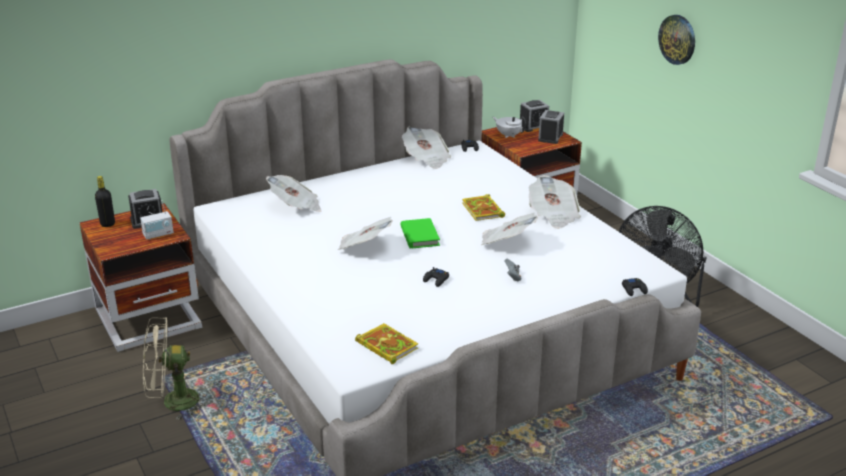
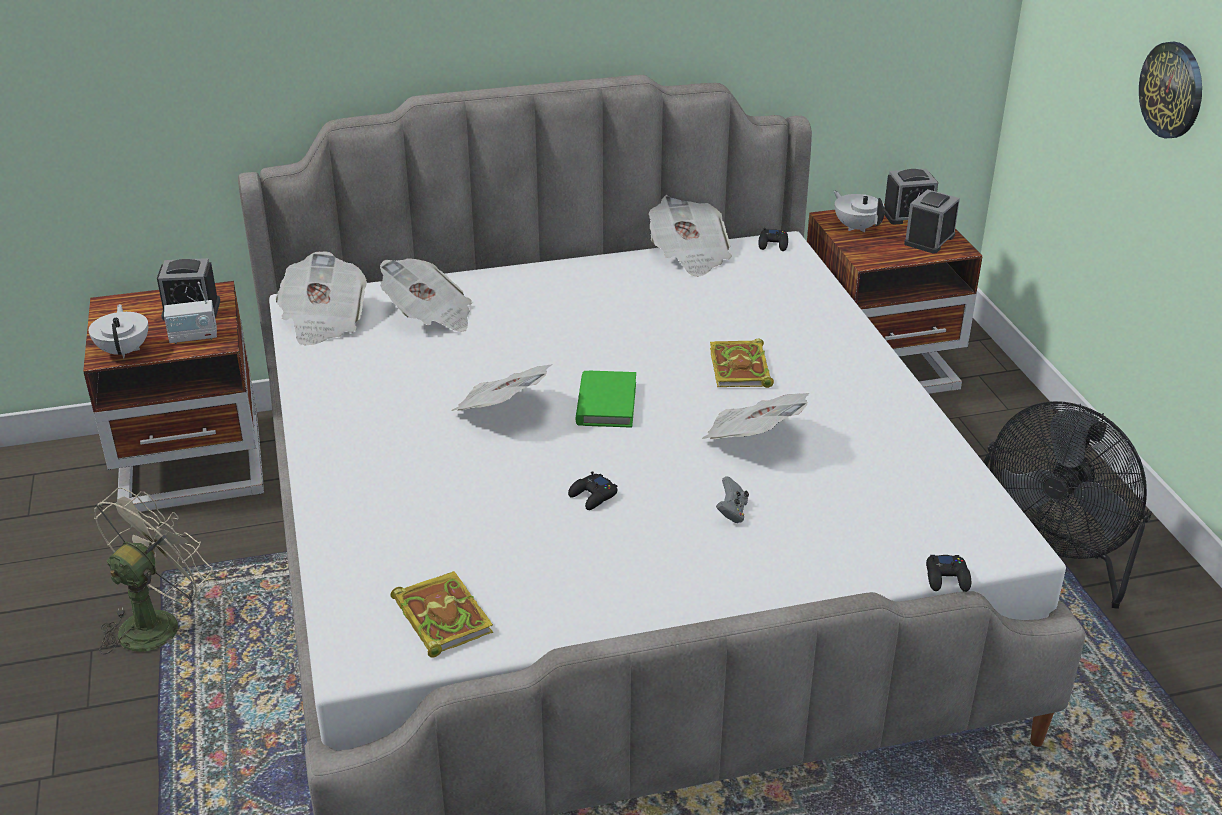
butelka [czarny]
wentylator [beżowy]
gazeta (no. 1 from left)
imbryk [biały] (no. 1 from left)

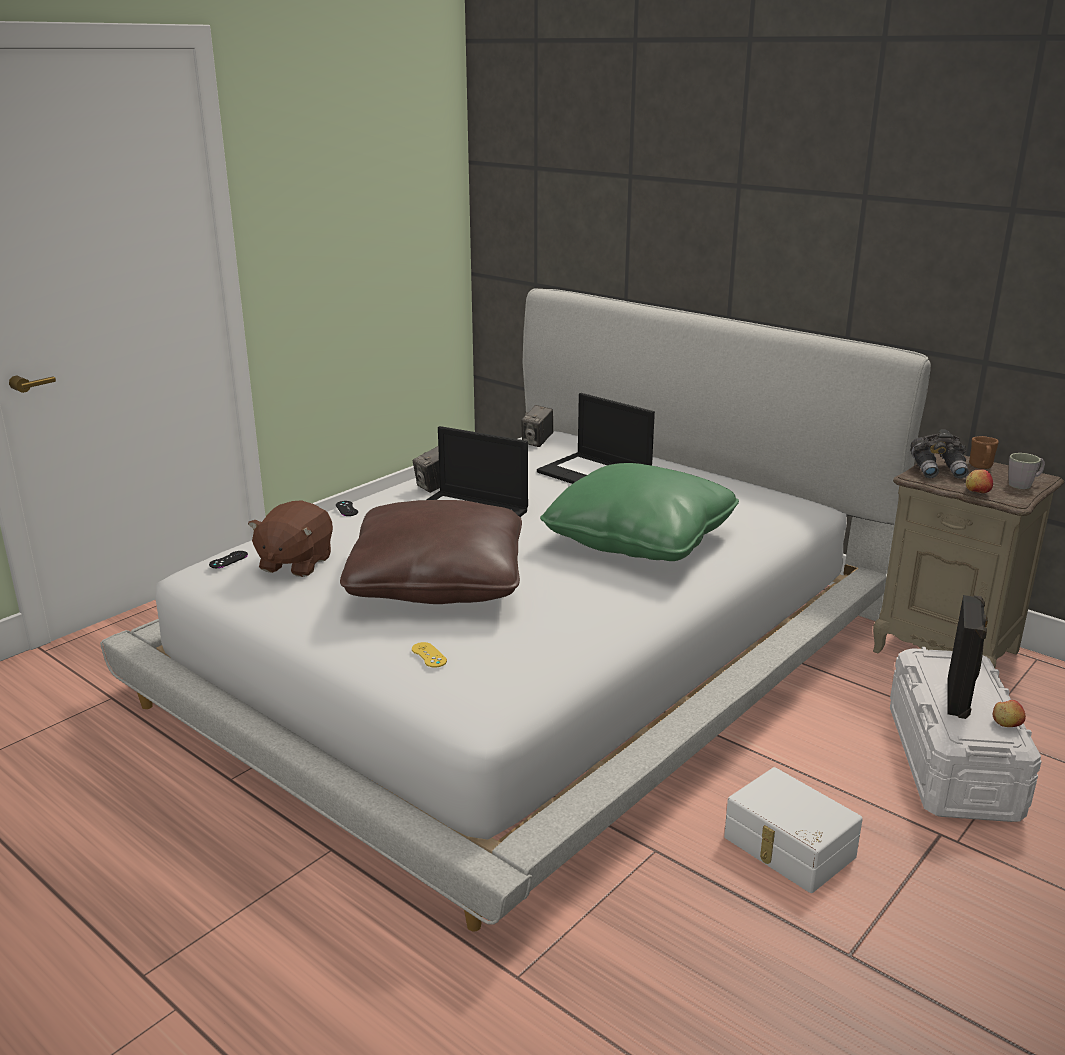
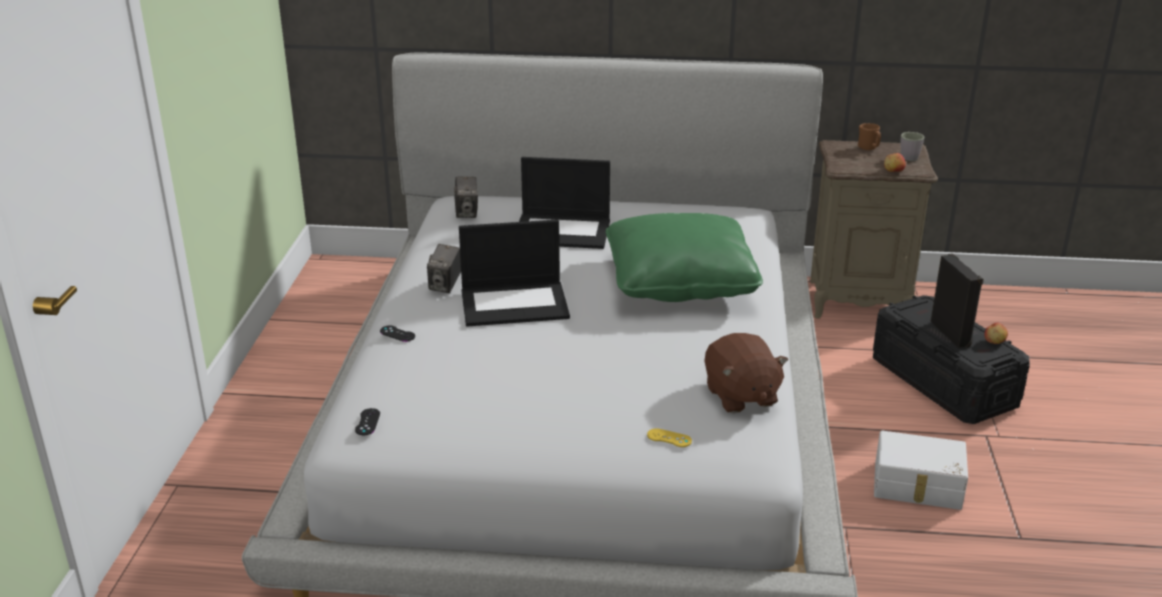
pluszak [brązowy]
poduszka [brązowy]
pojemnik do przechowywania [czarny]
lornetka [szary]

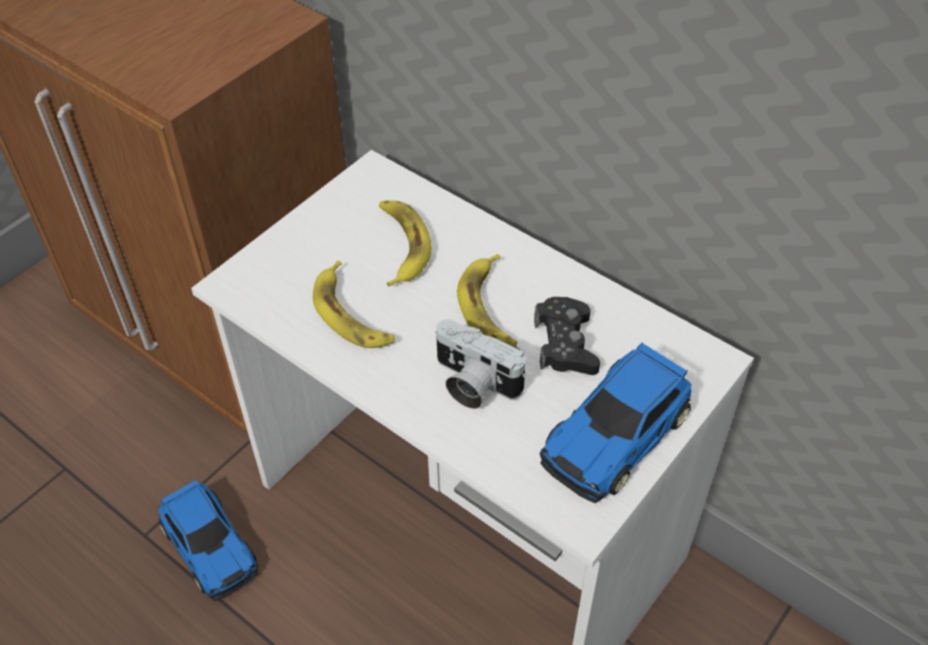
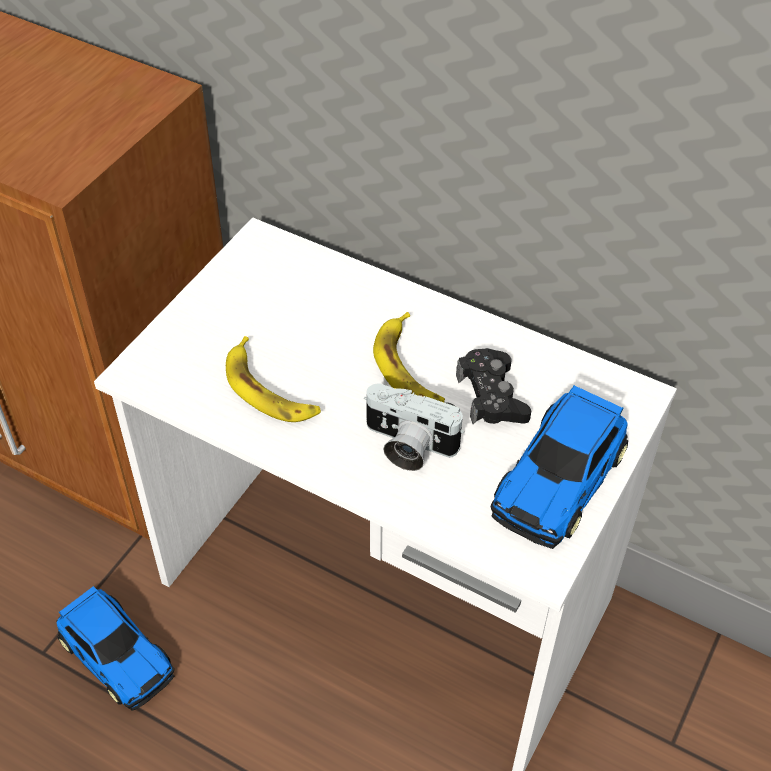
banan (no. 2 from left in the first image)

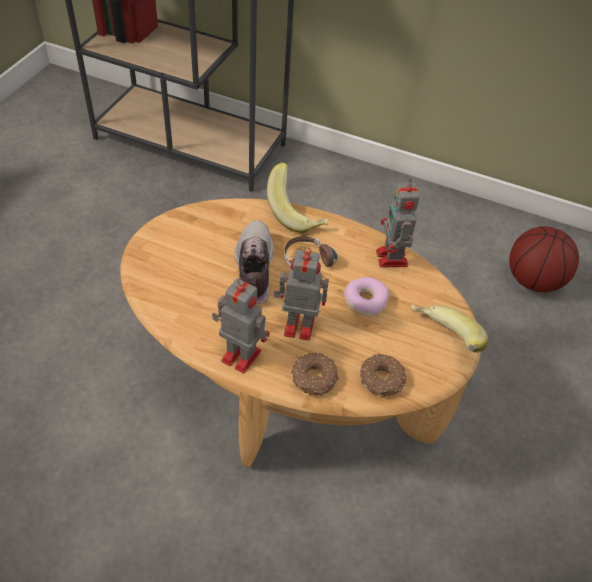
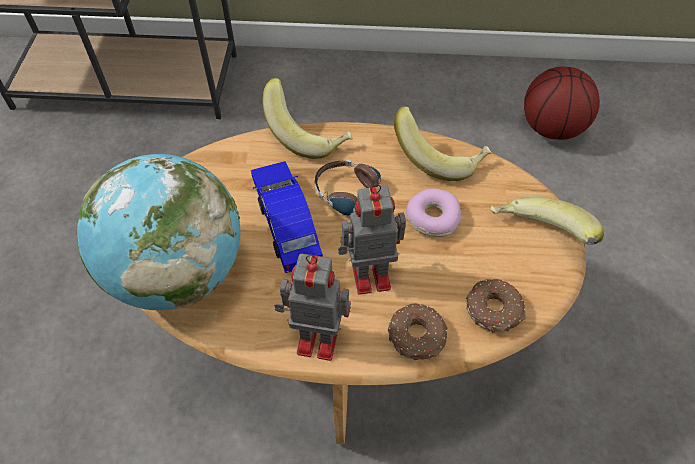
samochodzik [niebieski]
banan (no. 2 from left)
globus

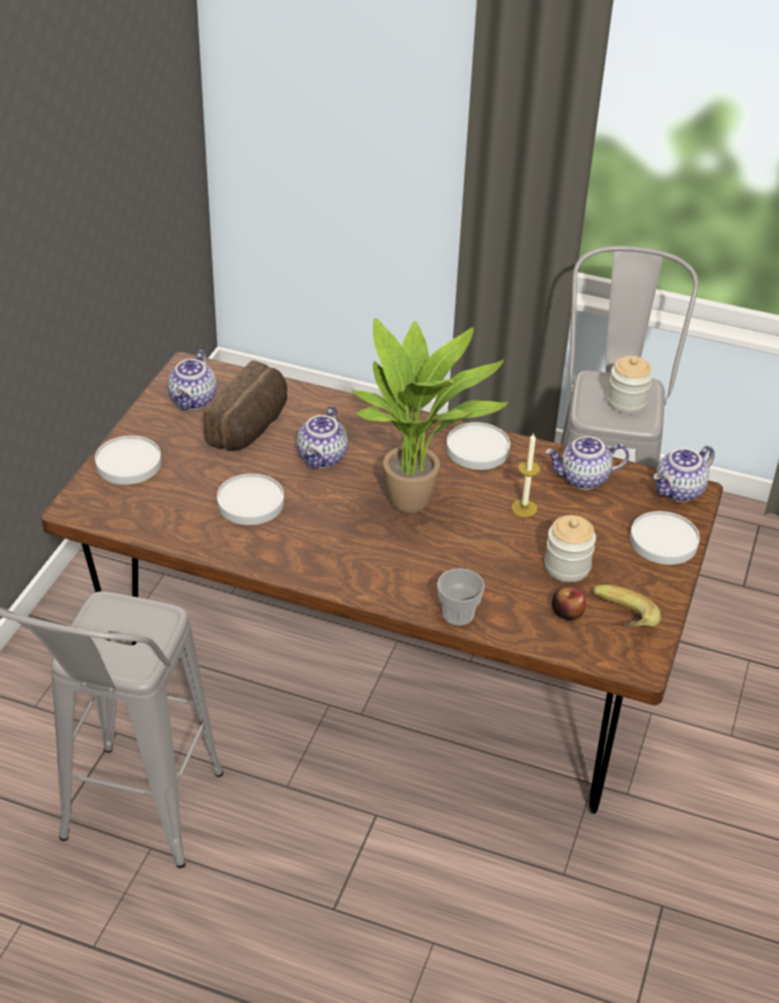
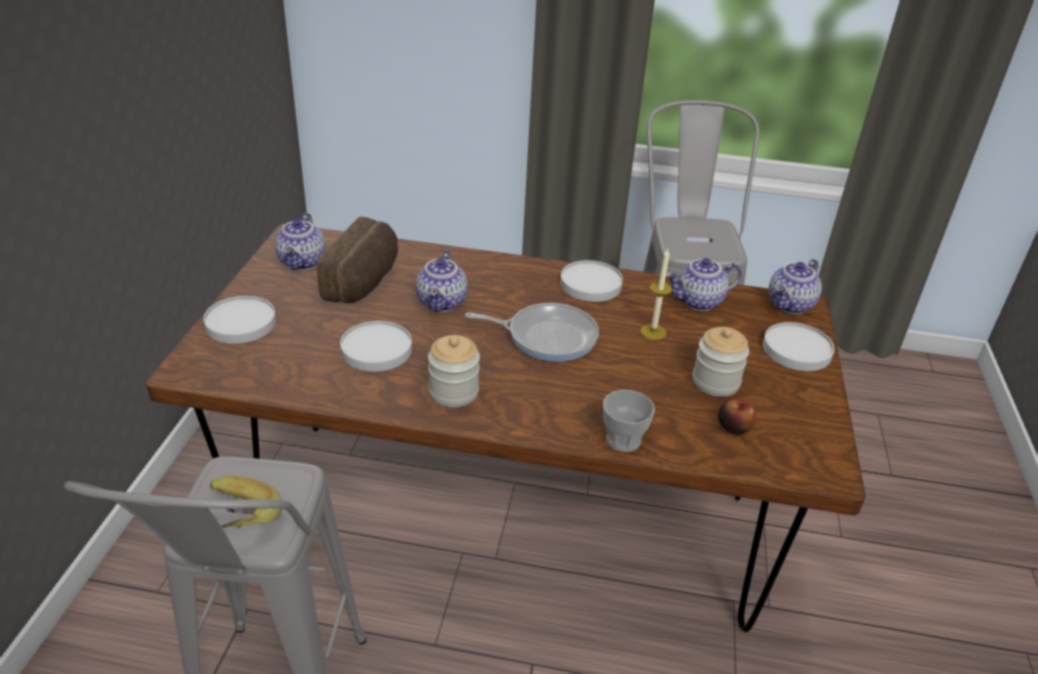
patelnia
banan
słoik (no. 1 from left)

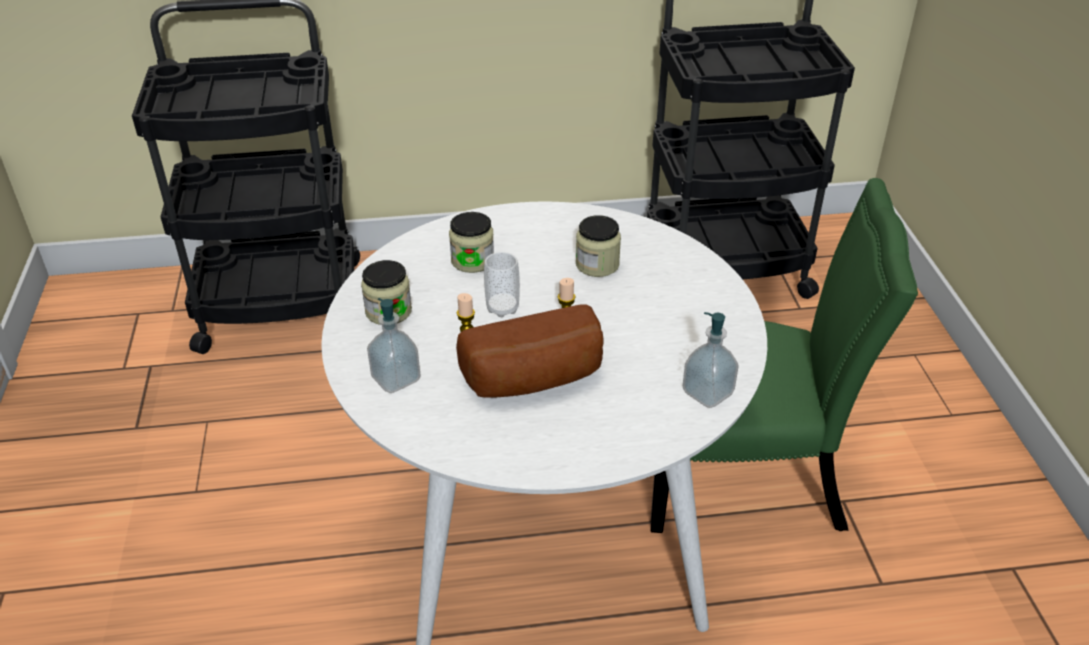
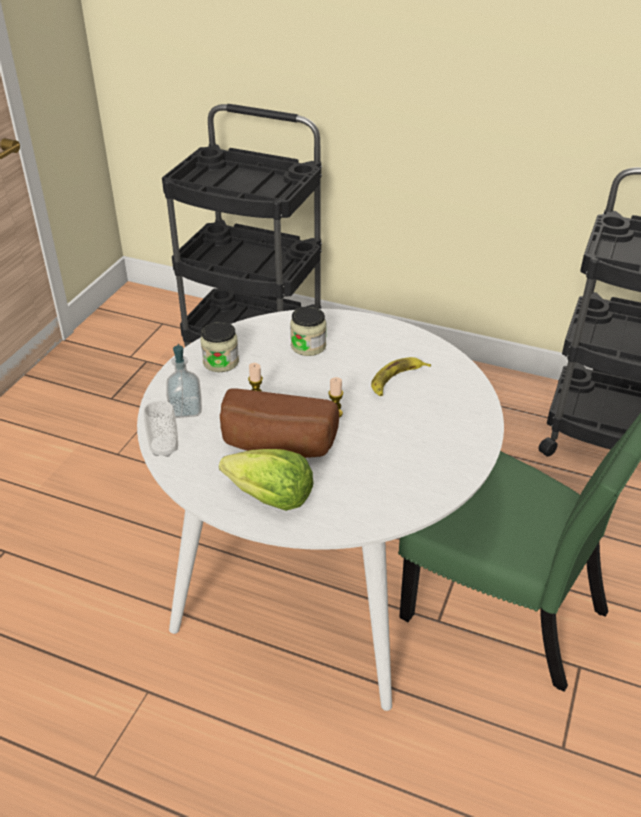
filiżanka
banan
dozownik mydła (no. 2 from left in the first image)
sałata

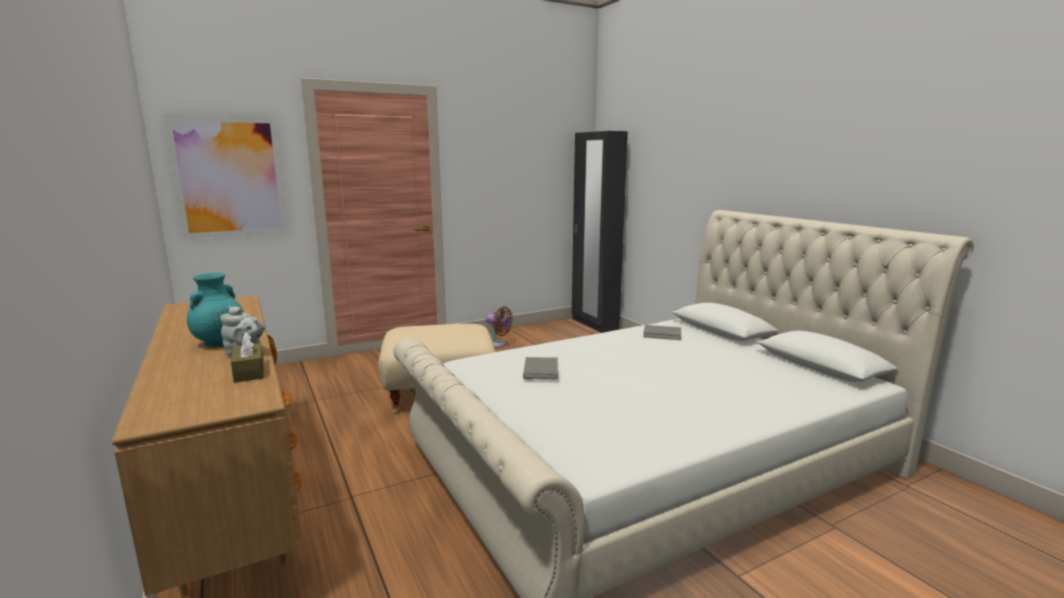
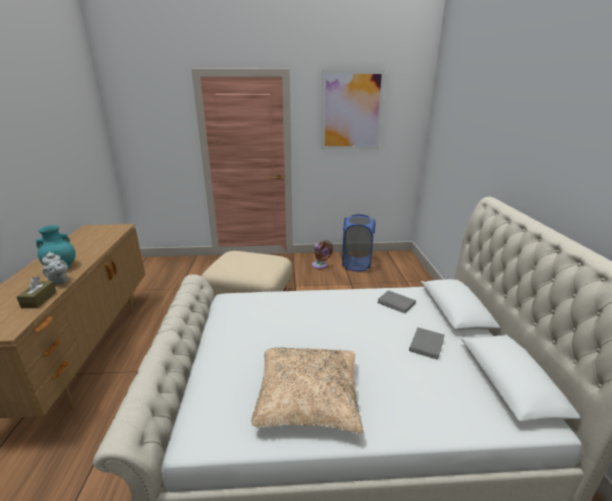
obraz
książka [szary] (no. 2 from left)
szafa [czarny]
poduszka [beżowy]
kosz na pranie [niebieski]

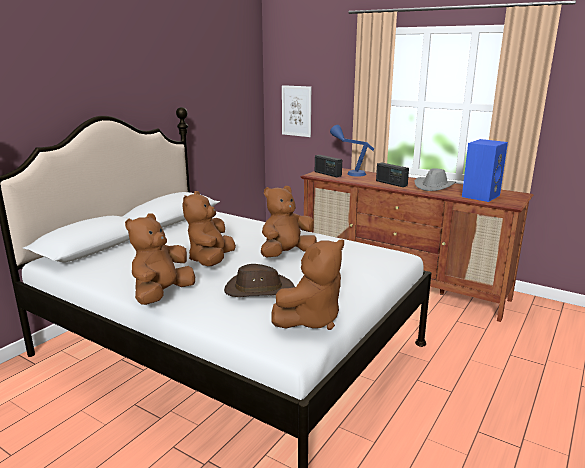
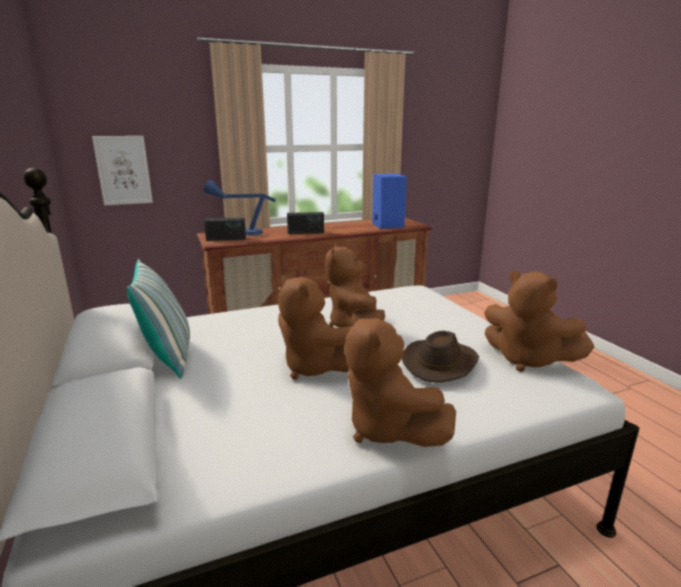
pluszak [brązowy] (no. 4 from left)
kapelusz [szary]
poduszka

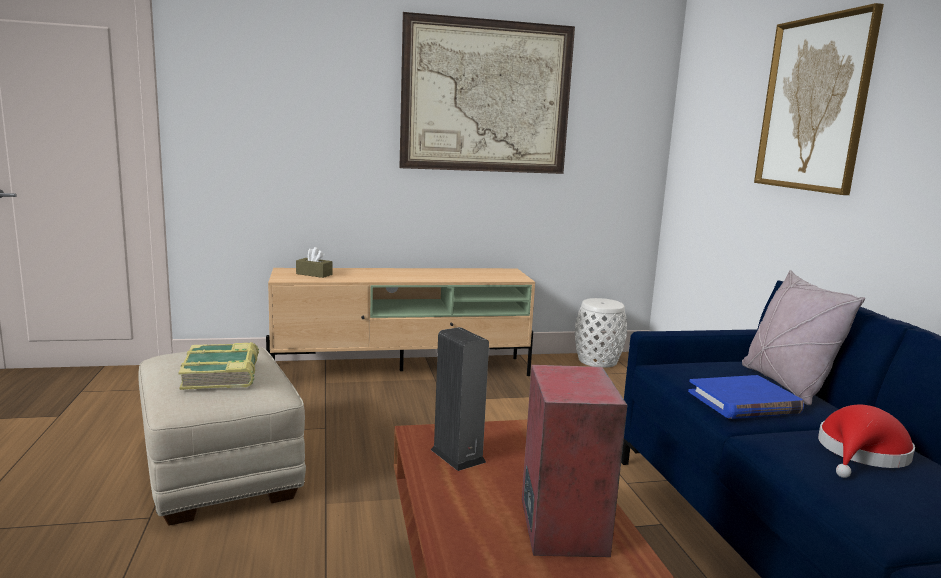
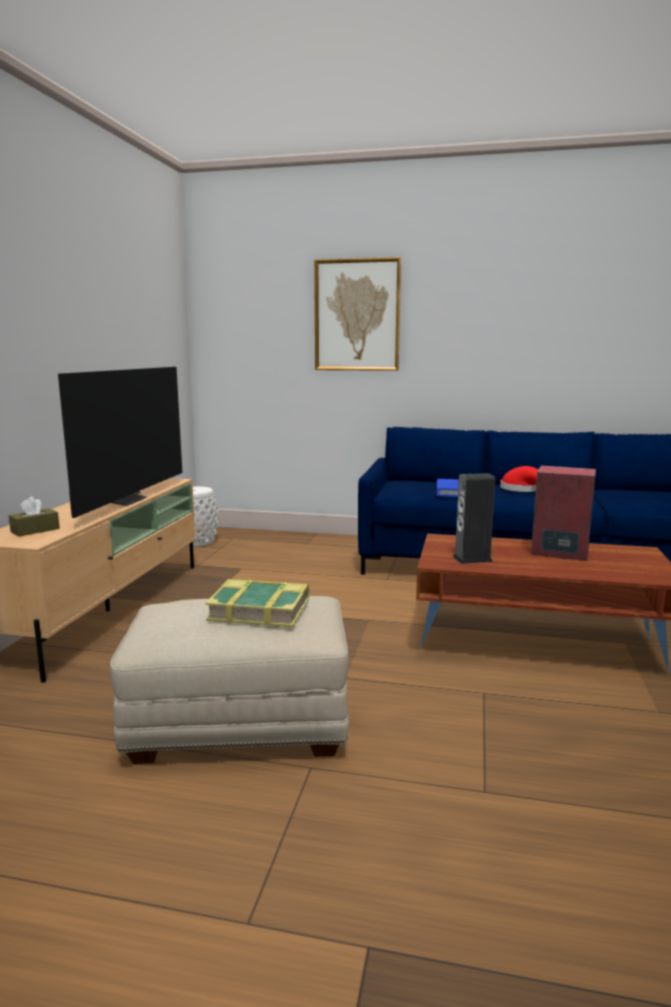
obraz (no. 1 from left in the first image)
poduszka [fioletowy]
telewizor

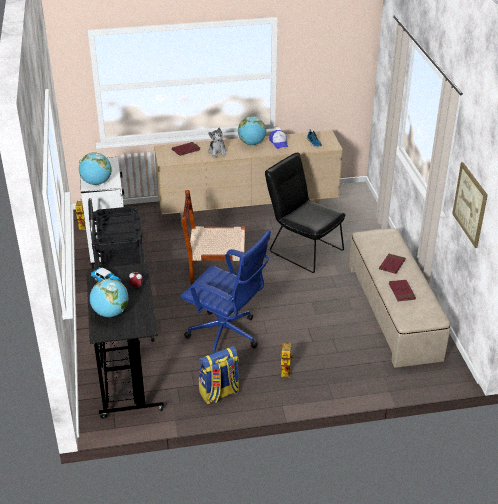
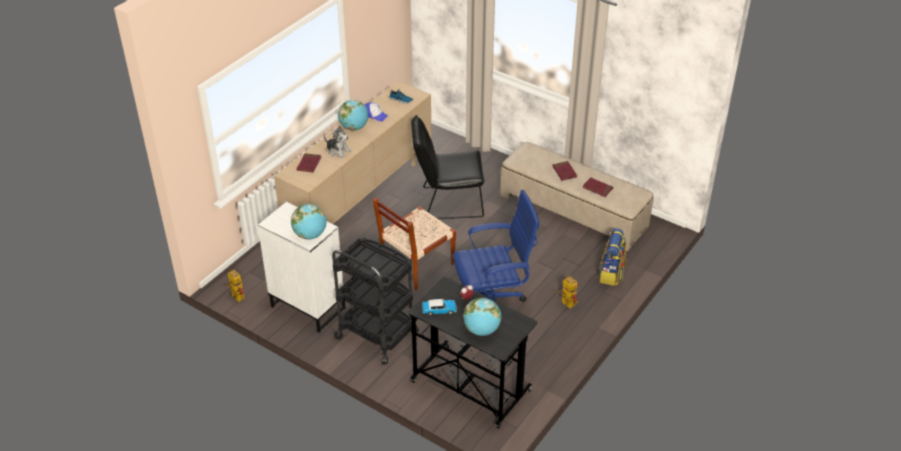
plecak
obraz

